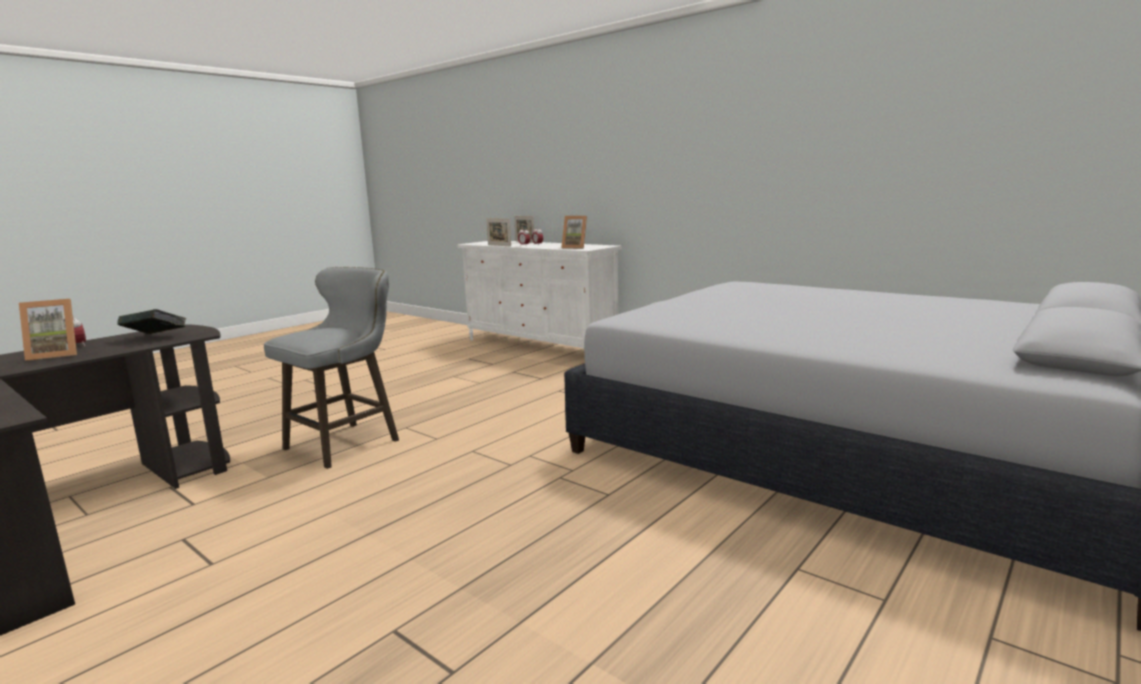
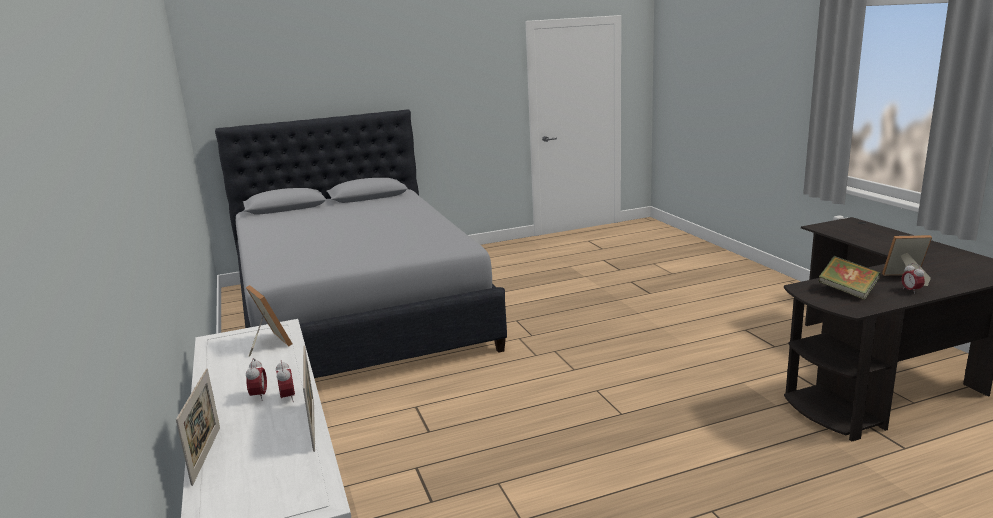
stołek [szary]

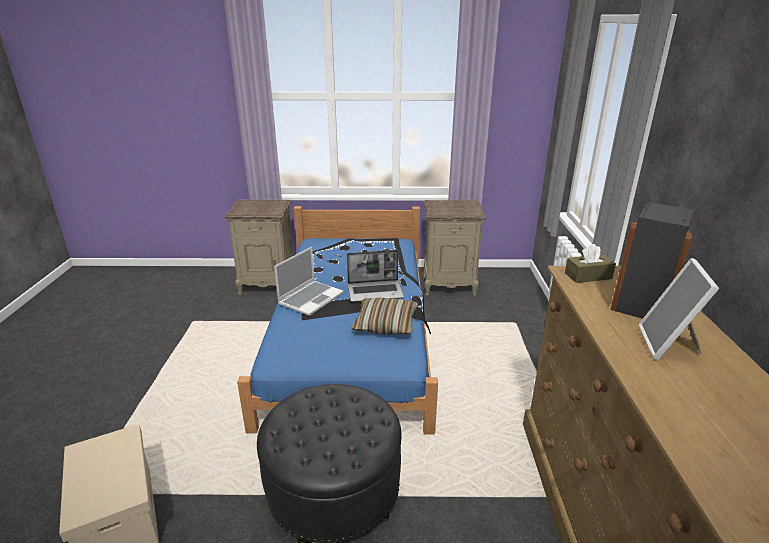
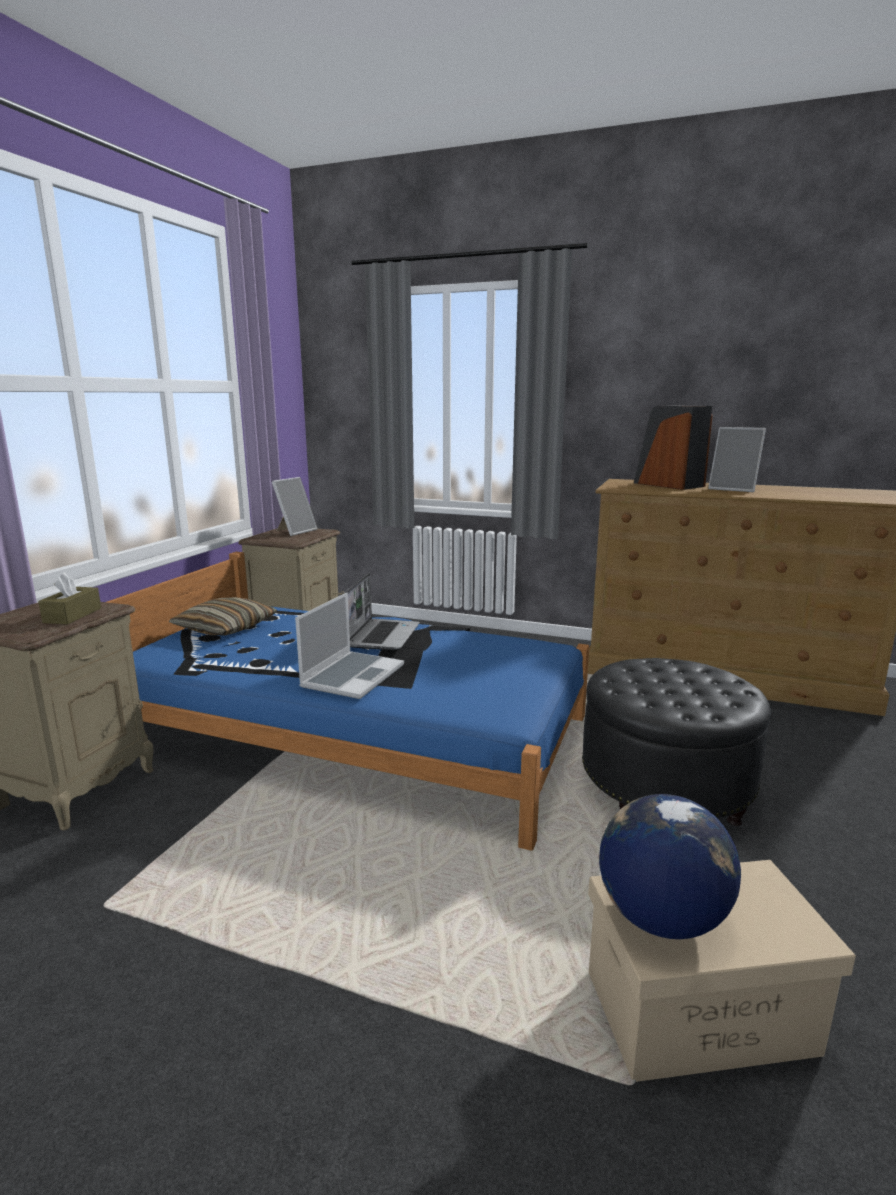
laptop (no. 1 from left)
poduszka
pudełko chusteczek [brązowy]
ramka na zdjęcie (no. 1 from left)
globus

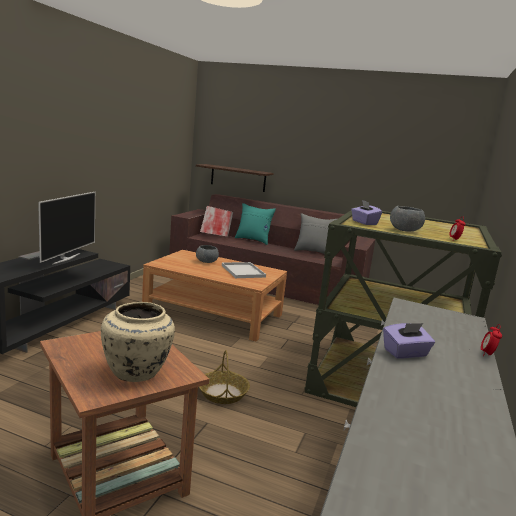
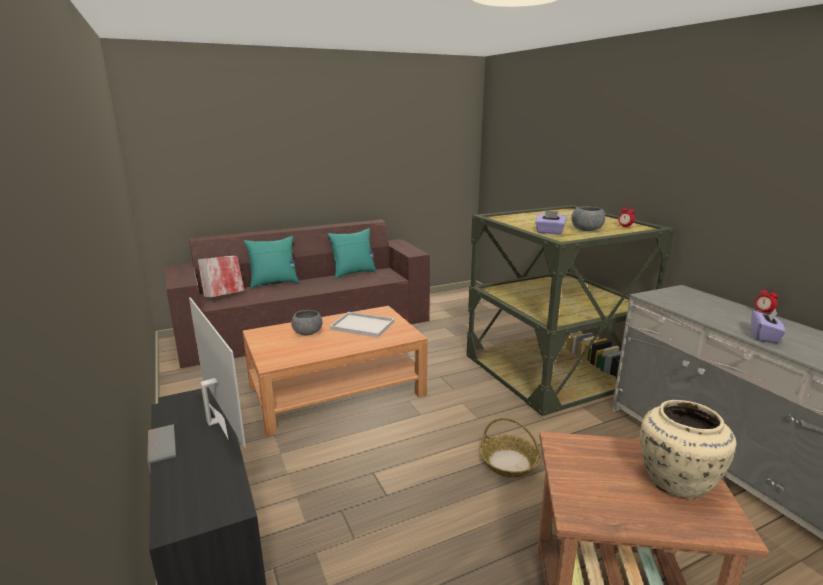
półka
poduszka [turkusowy] (no. 2 from left)

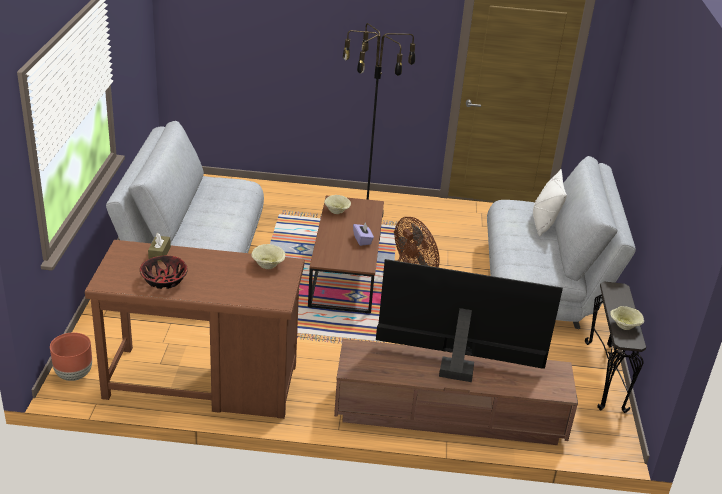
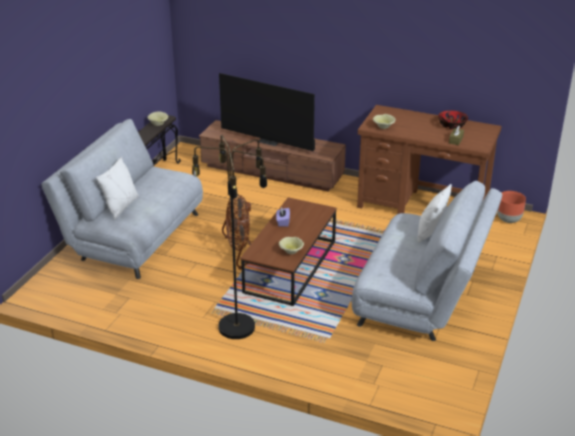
poduszka [biały] (no. 2 from left)

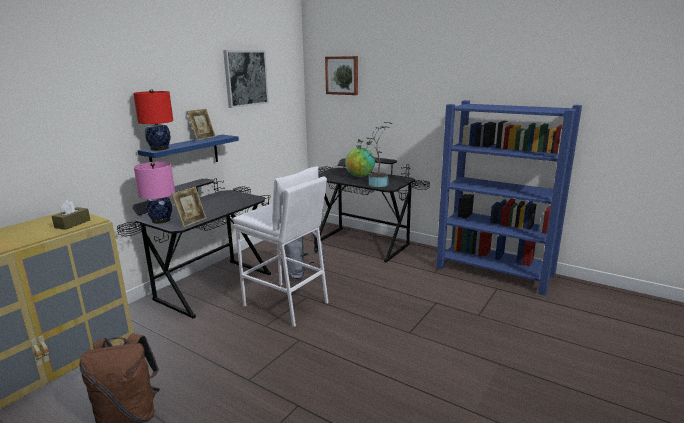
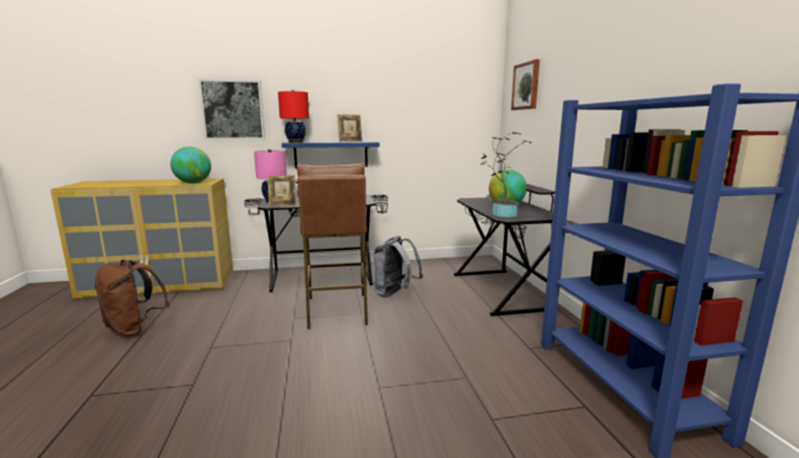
globus (no. 1 from left)
obraz (no. 1 from left)
stołek [brązowy]

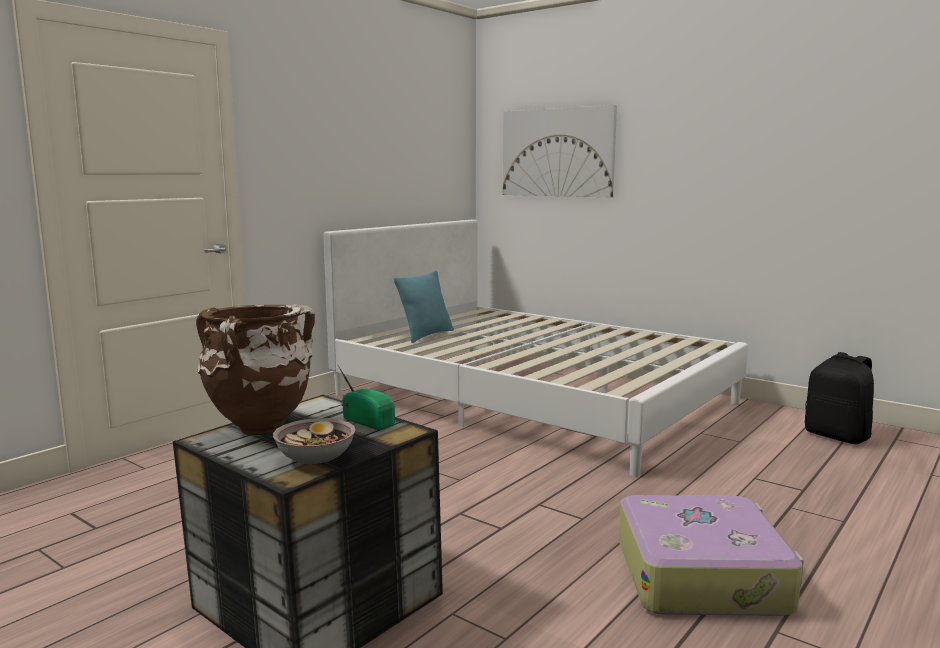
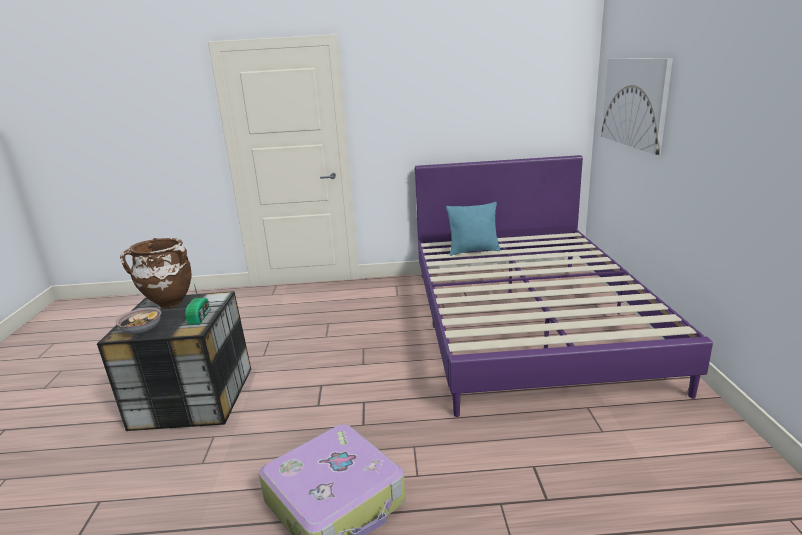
łóżko [fioletowy]
plecak [czarny]

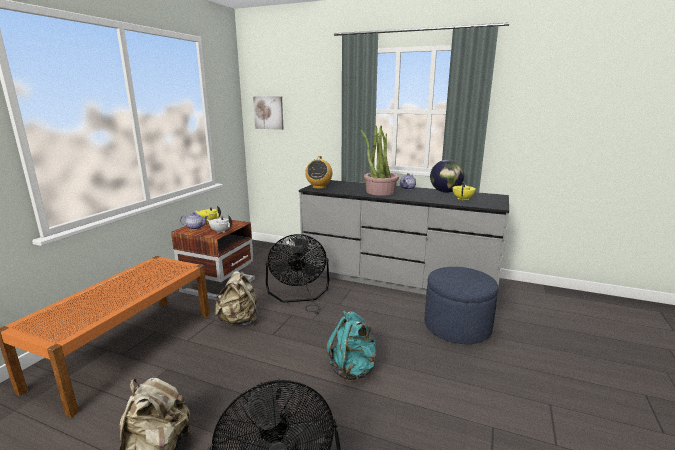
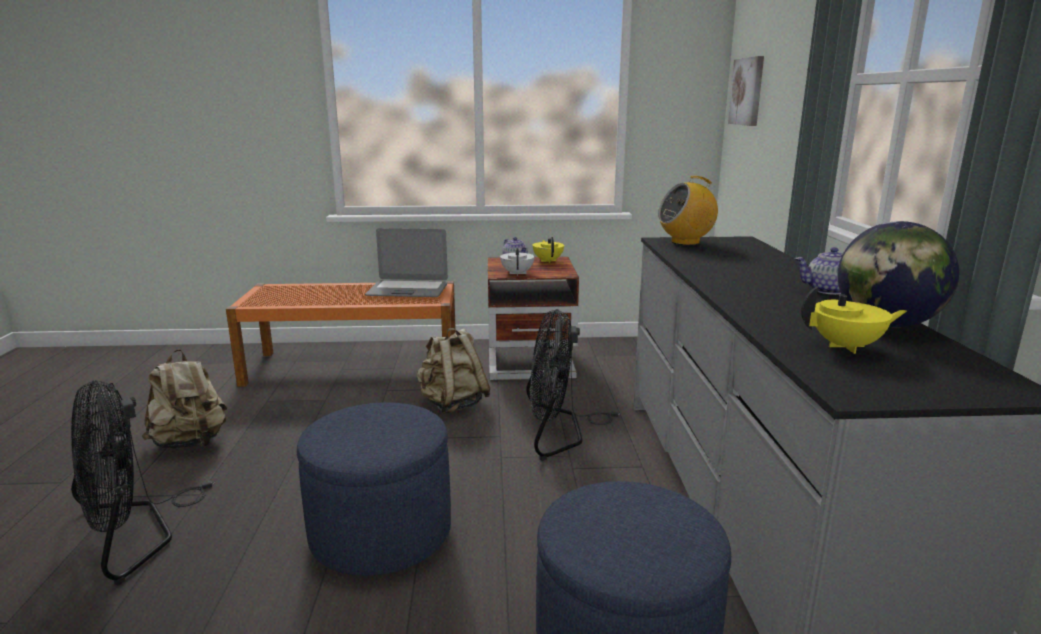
wentylator [czarny] (no. 2 from left)
pufa [niebieski] (no. 1 from left)
roślina doniczkowa
laptop

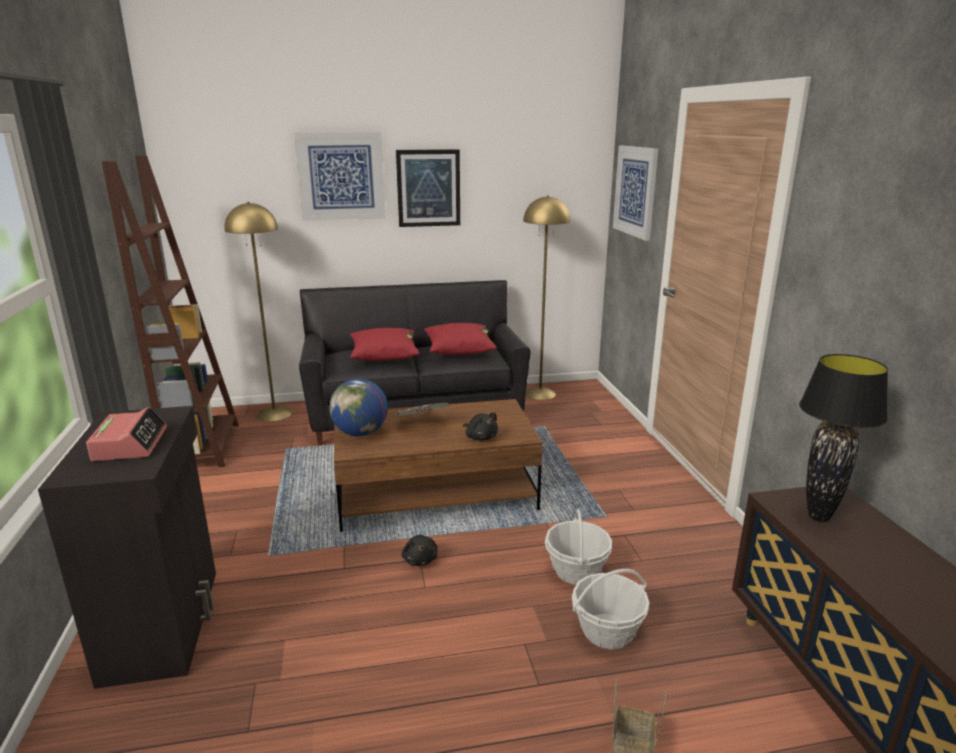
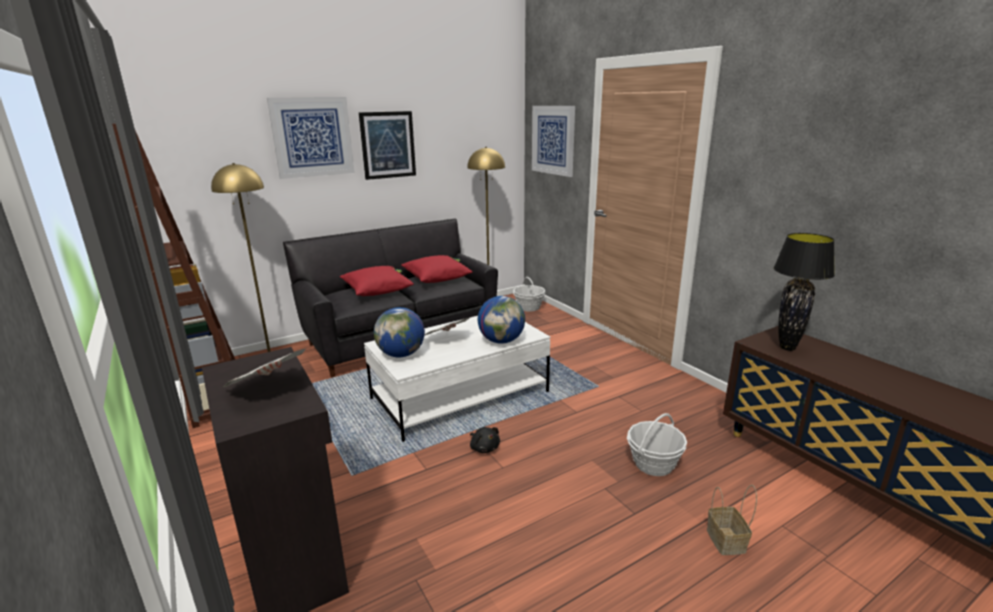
gazeta (no. 1 from left)
ława [biały]
globus (no. 2 from left)
koszyk (no. 1 from left)

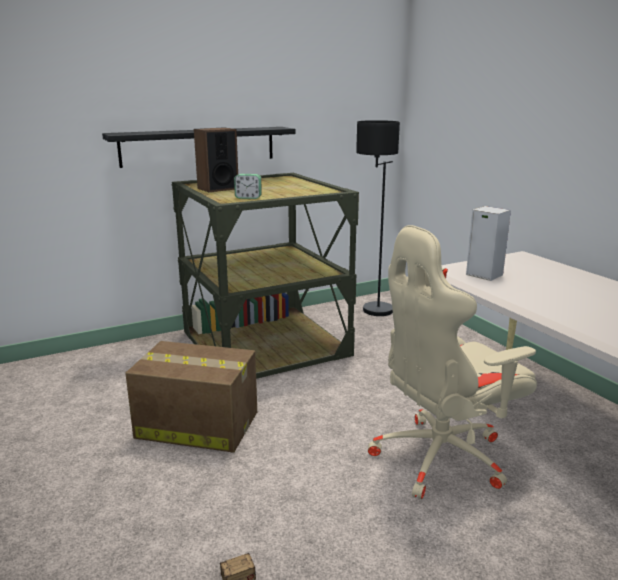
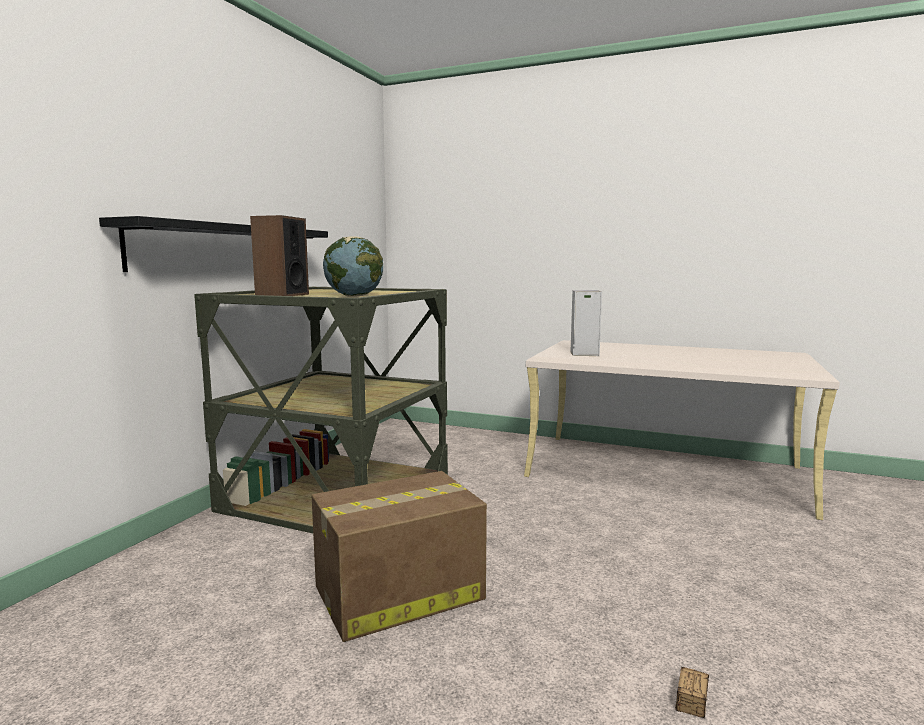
globus
lampa stojąca [czarny]
krzesło biurowe [beżowy]

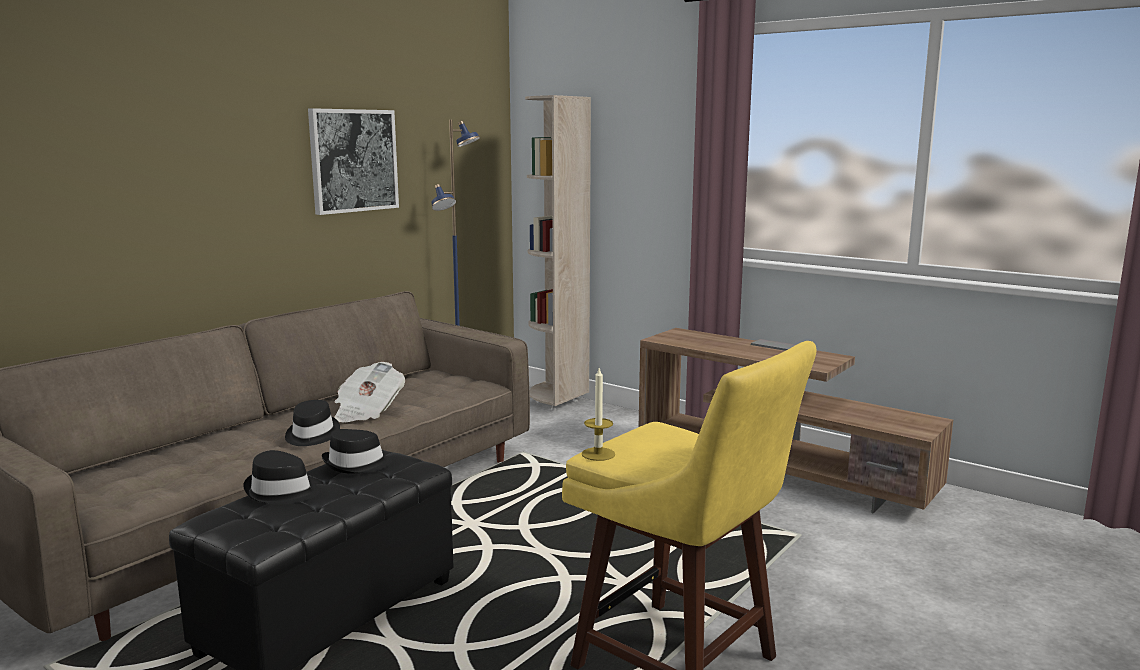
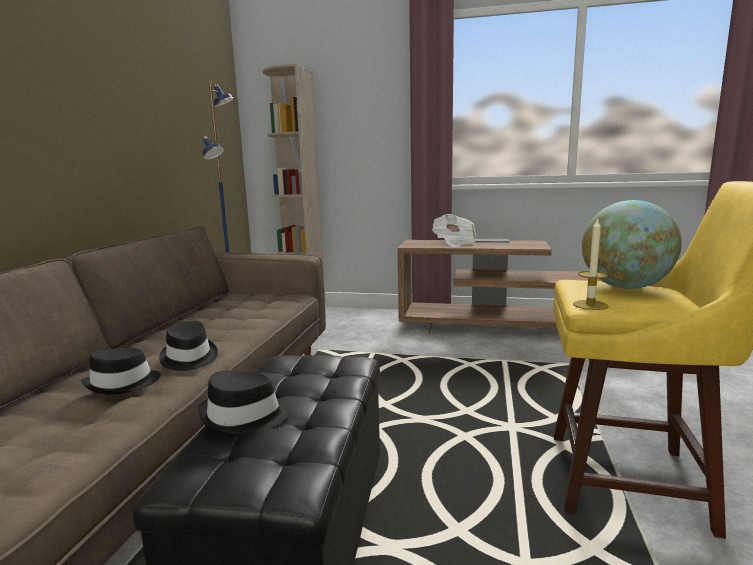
obraz
kapelusz [czarny] (no. 1 from left)
gazeta
globus

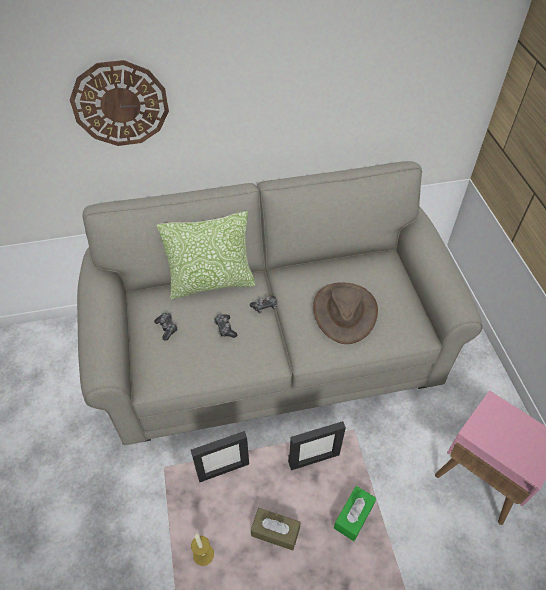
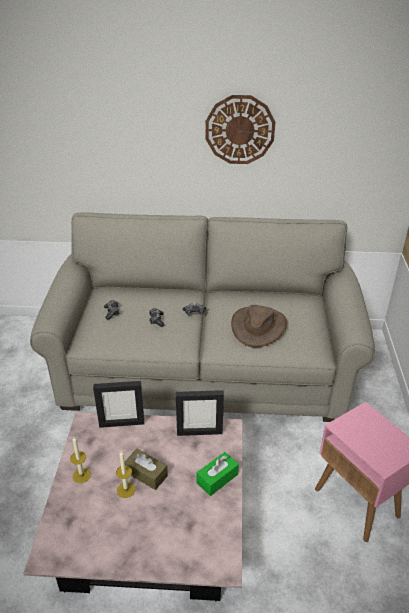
zegar ścienny
poduszka
świeca (no. 2 from left)

